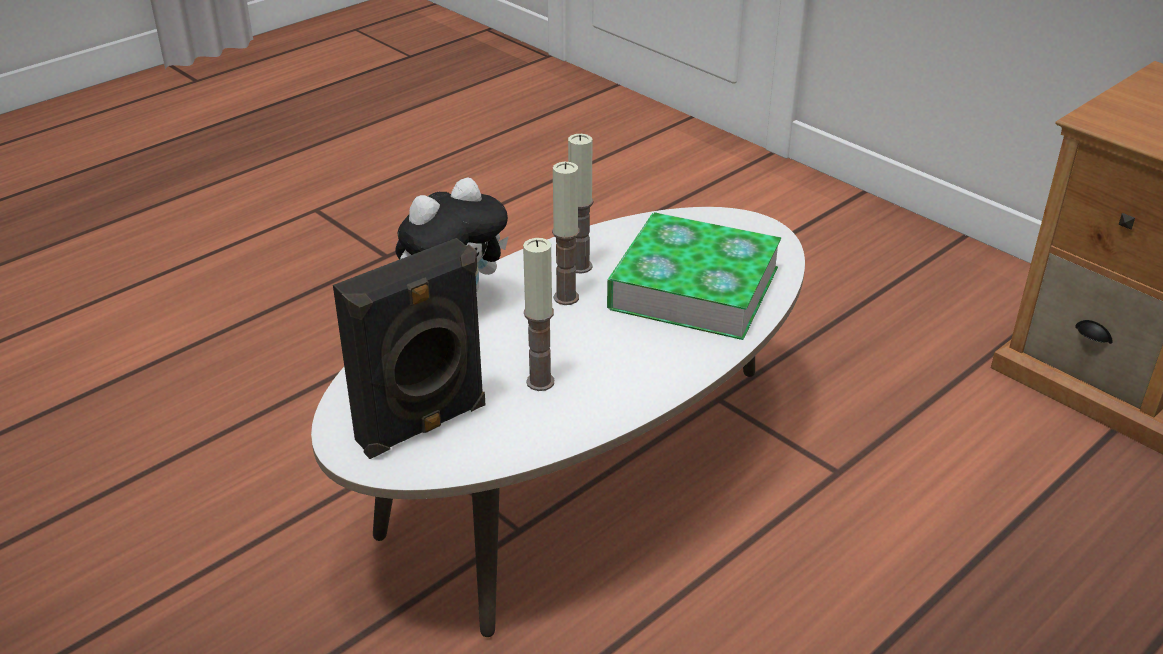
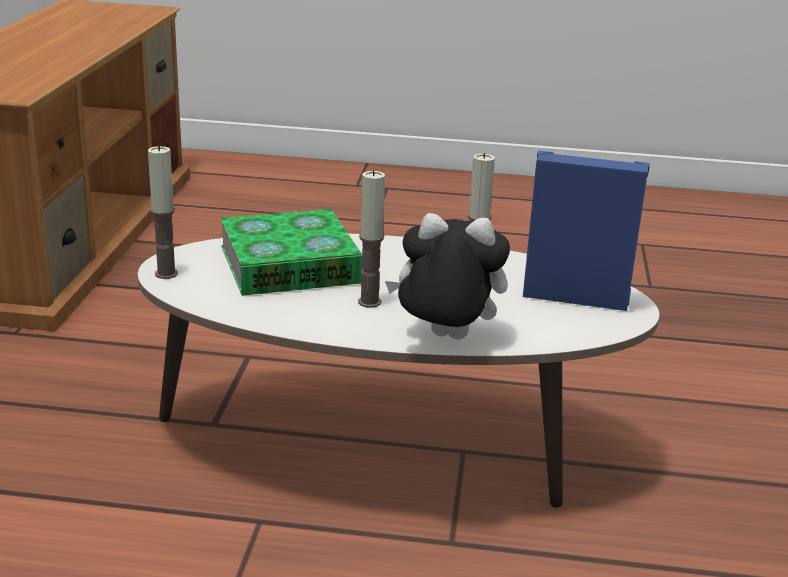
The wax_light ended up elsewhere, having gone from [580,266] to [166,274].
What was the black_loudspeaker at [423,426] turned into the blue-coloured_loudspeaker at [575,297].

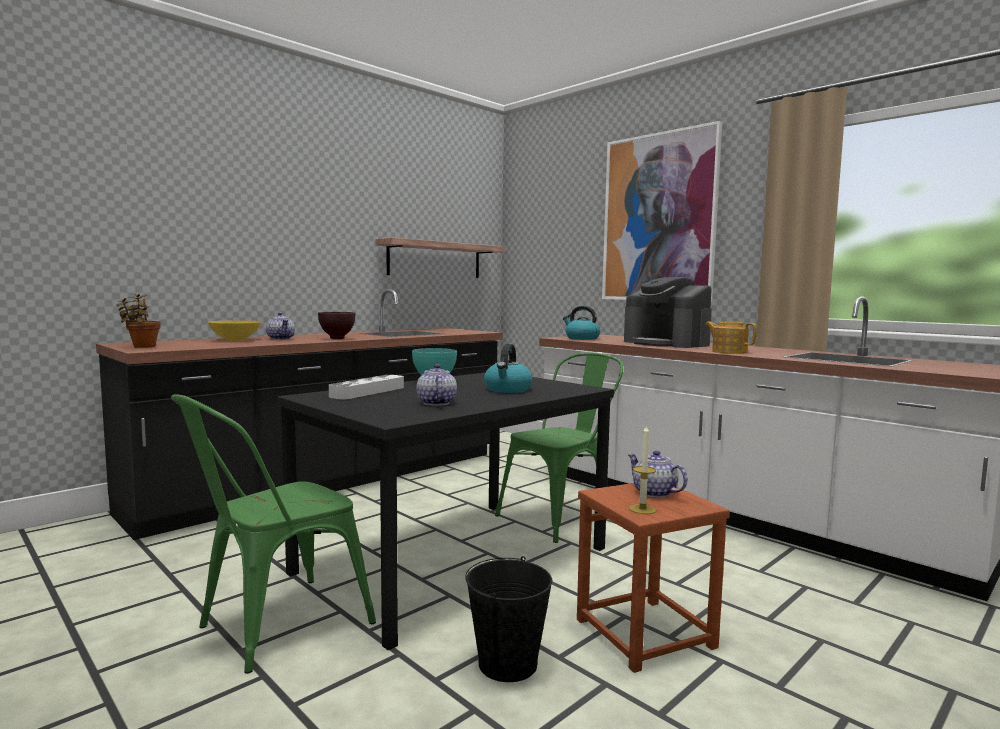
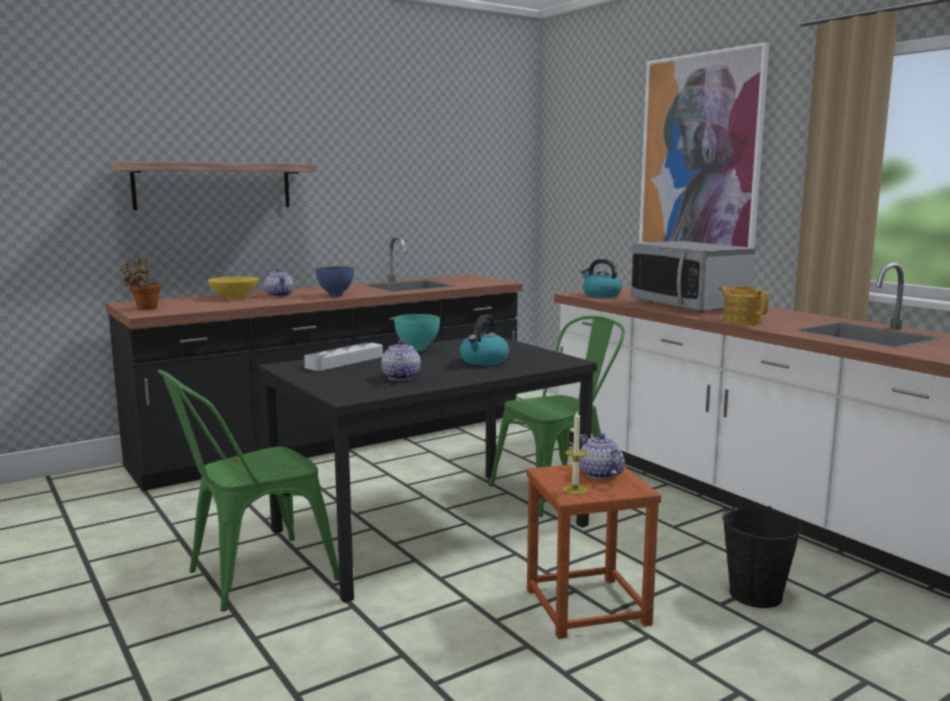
The wall_shelf ended up elsewhere, having gone from [435,260] to [213,186].
The black_water_bucket ended up elsewhere, having gone from [508,663] to [756,595].
Where the coffee_brewer stood at [666,343], the microwave_oven came to stand at [689,305].
What was the brown-coloured_deep_dish at [336,339] turned into the blue-coloured_deep_dish at [335,295].

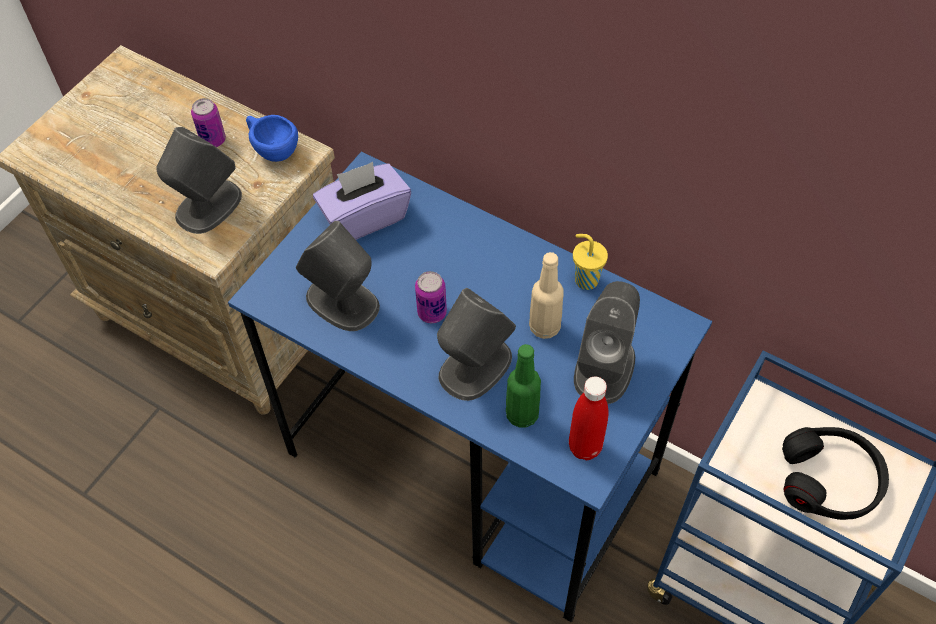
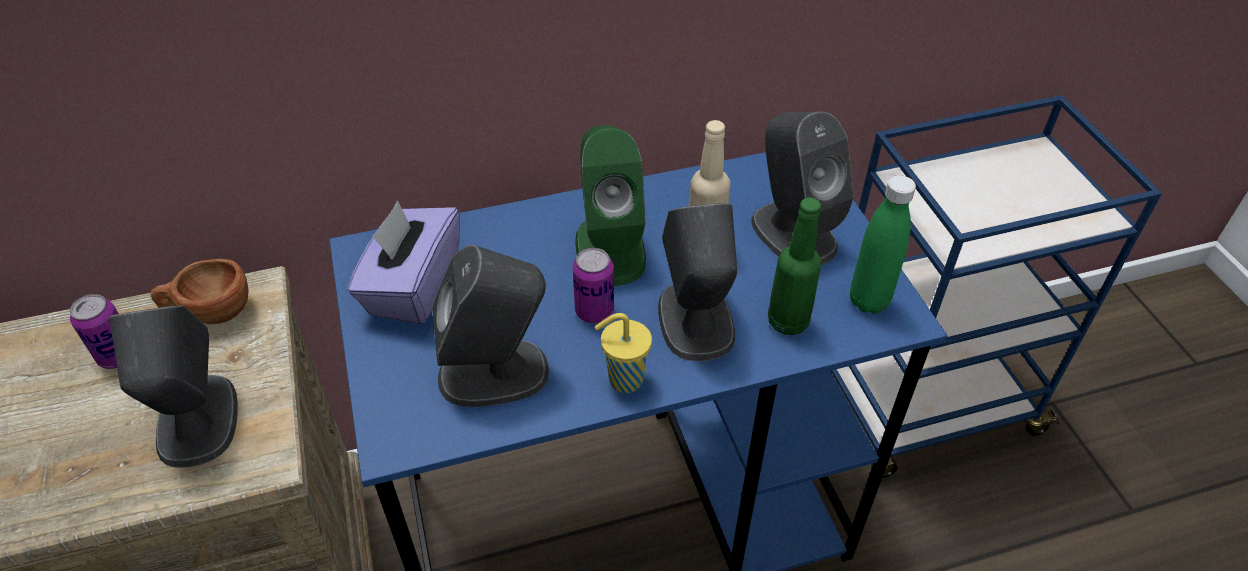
The second view lost the black_headphones at [829,480].
The second view gained the green-coloured_loudspeaker at [610,248].
The yellowish_small_cup ended up elsewhere, having gone from [585,279] to [623,380].
What was the blue-coloured_small_cup at [272,149] turned into the brown-coloured_small_cup at [210,313].
What was the red_beverage_bottle at [585,447] turned into the green-coloured_beverage_bottle at [868,301].

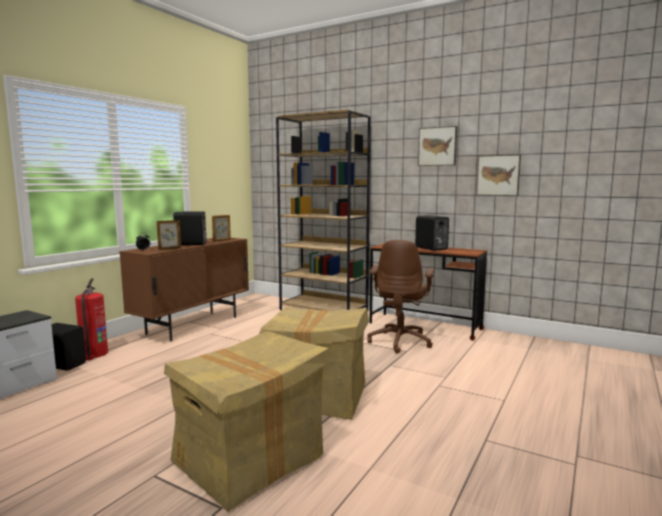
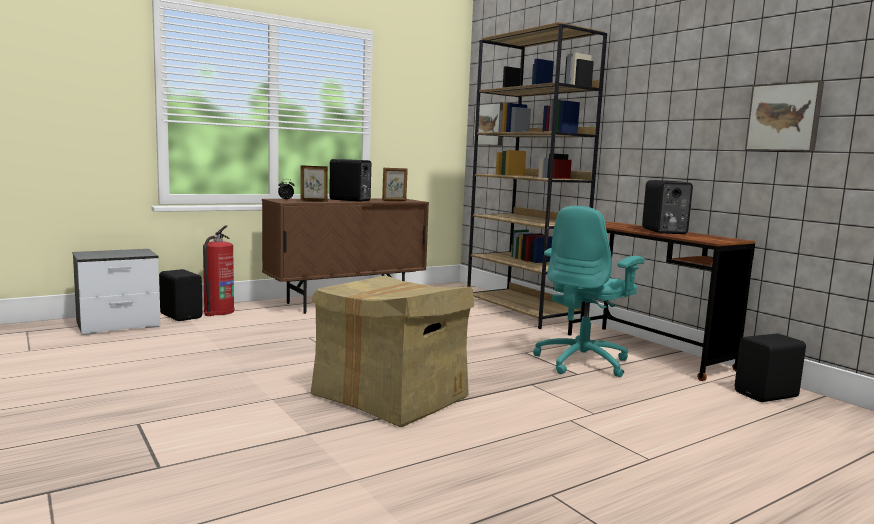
The second view lost the packing_box at [249,459].
The second view gained the black_loudspeaker at [768,395].
The picture ended up elsewhere, having gone from [437,146] to [490,124].
What was the brown-coloured_computer_chair at [400,341] turned into the blue-green_computer_chair at [583,362].

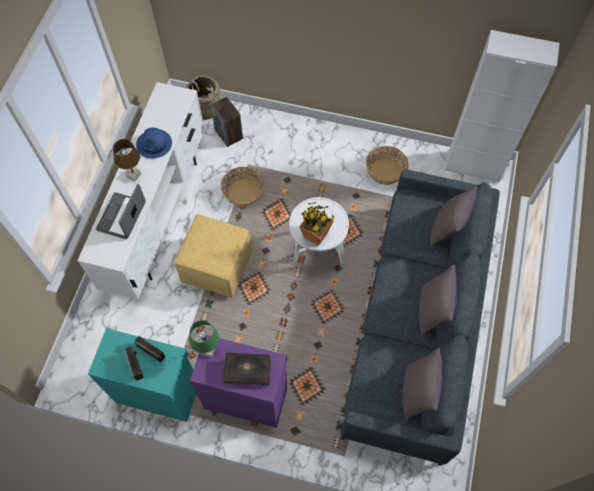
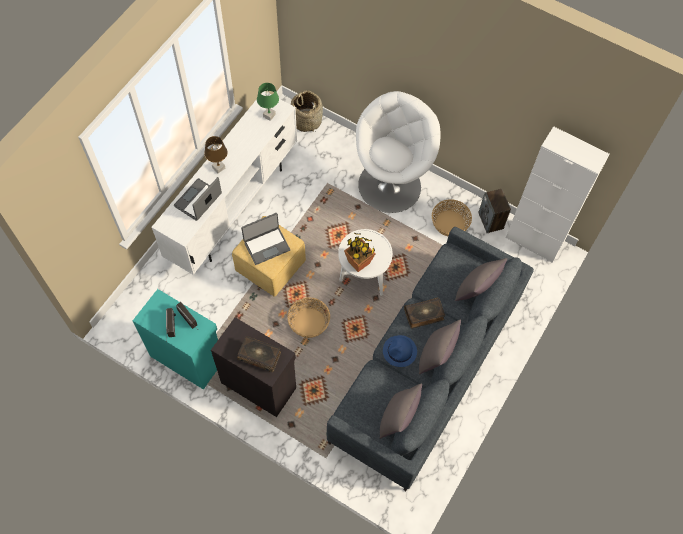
The second view gained the portable_computer at [266,245].
The second view gained the white-coloured_lounge_chair at [390,185].
The second view gained the book at [424,315].
The blue-coloured_wearable_hat ended up elsewhere, having gone from [154,144] to [400,351].
The green-coloured_lamp_for_a_table ended up elsewhere, having gone from [208,350] to [269,115].
The loudspeaker ended up elsewhere, having gone from [229,134] to [491,221].
The household_basket ended up elsewhere, having gone from [243,192] to [308,322].
What was the purple-coloured_cabinet at [245,397] turned into the black_cabinet at [259,384].

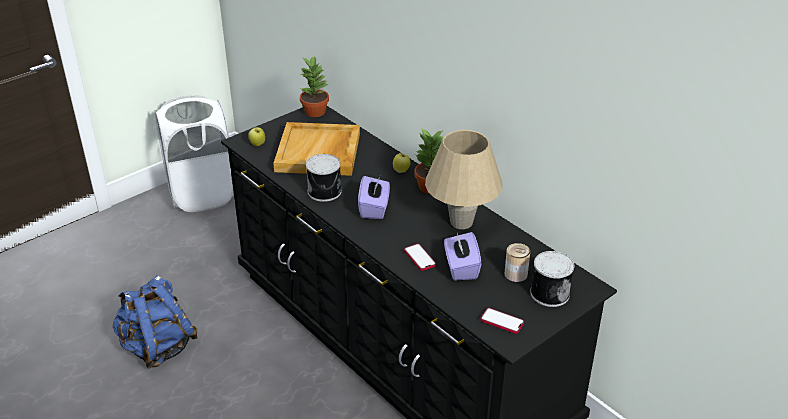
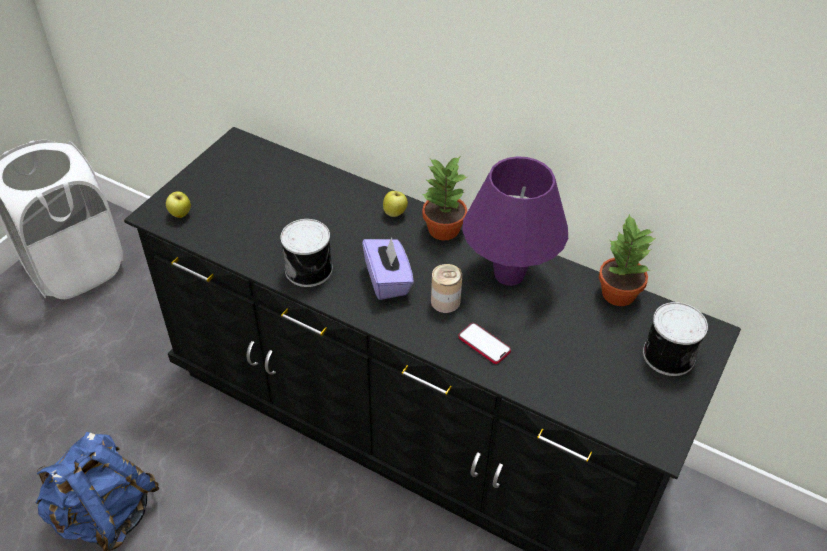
The second view lost the beige-coloured_serving_tray at [319,152].
The second view lost the purple-coloured_box_of_tissues at [461,268].
The second view lost the handset at [502,321].
The houseplant ended up elsewhere, having gone from [315,111] to [617,293].
The metal_can ended up elsewhere, having gone from [516,274] to [445,301].
What was the beige-coloured_lamp_for_a_table at [461,222] turned into the purple-coloured_lamp_for_a_table at [509,274].

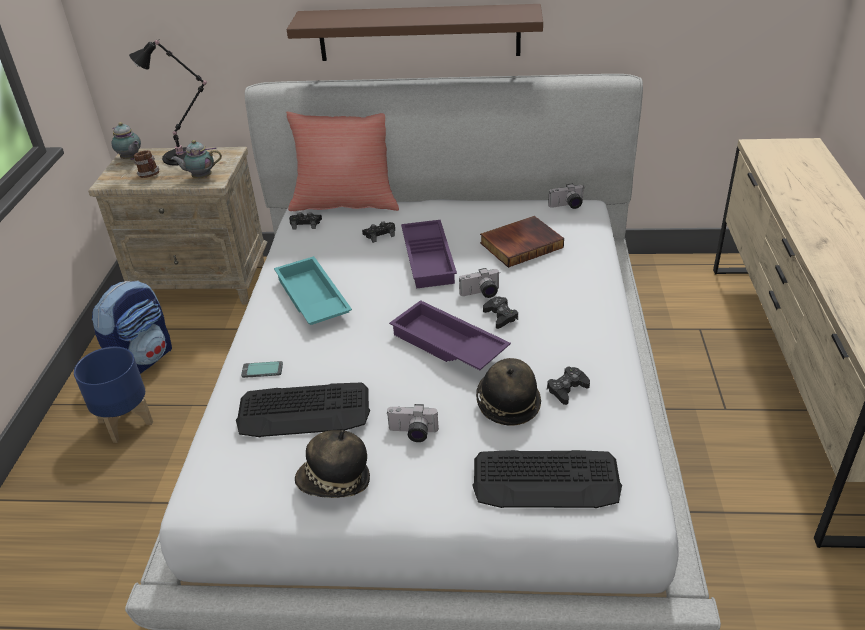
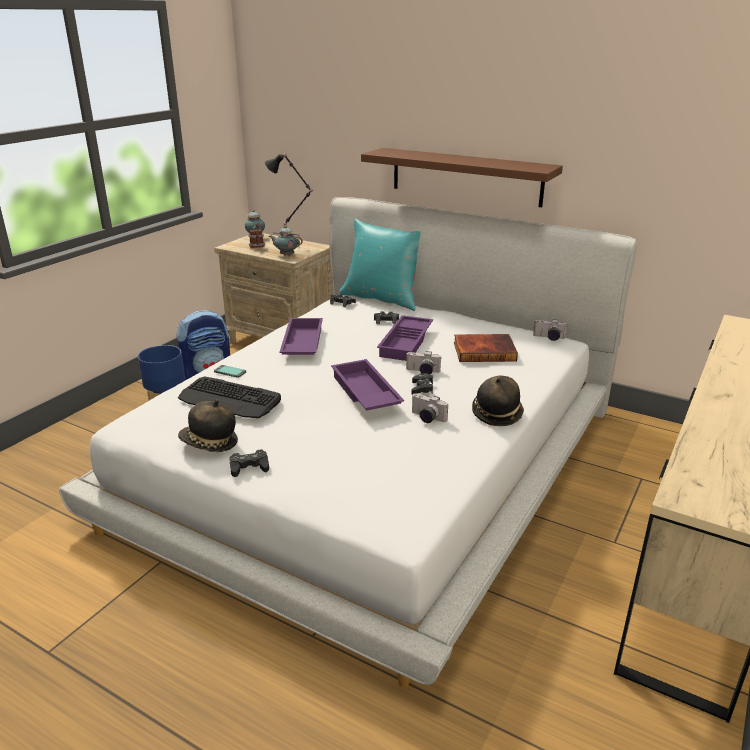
The second view lost the computer_keyboard at [546,480].
The photo_camera ended up elsewhere, having gone from [412,433] to [426,418].
The wearable_hat ended up elsewhere, having gone from [507,403] to [497,413].
The black_gamepad ended up elsewhere, having gone from [567,389] to [249,467].
What was the blue-green_serving_tray at [311,299] turned into the purple-coloured_serving_tray at [301,344].
What was the red_throw_pillow at [346,203] turned into the blue-green_throw_pillow at [382,298].

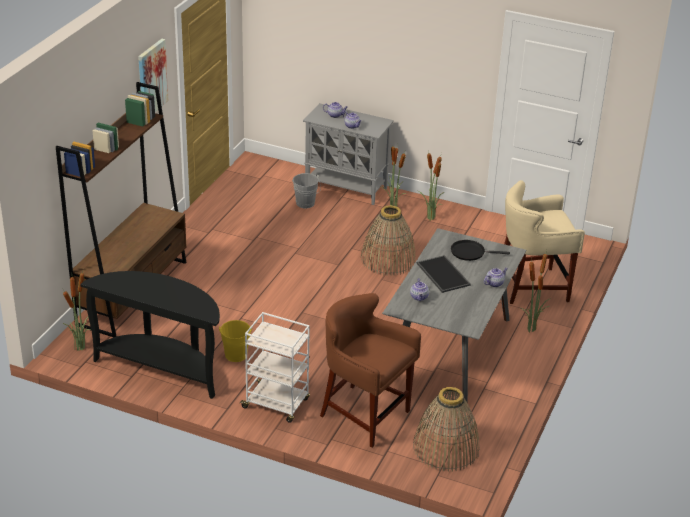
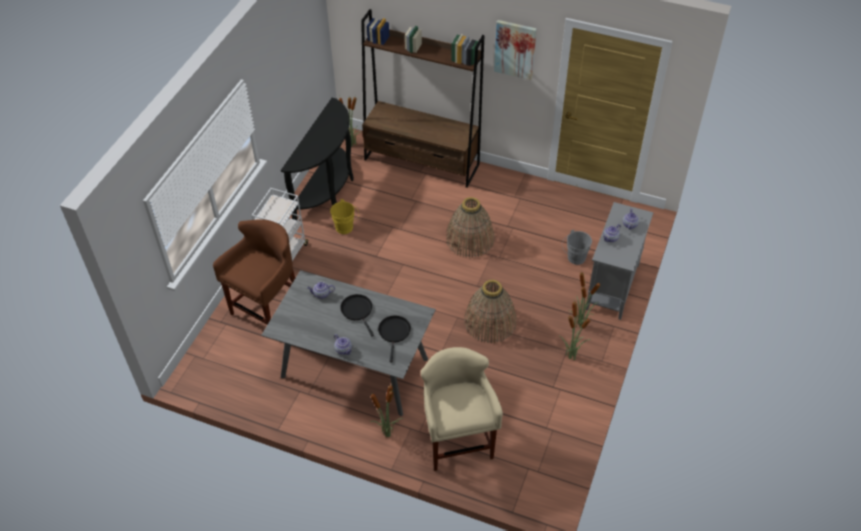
The household_basket ended up elsewhere, having gone from [446,448] to [470,239].
Where the serving_tray stood at [442,274], the black_skillet came to stand at [358,311].

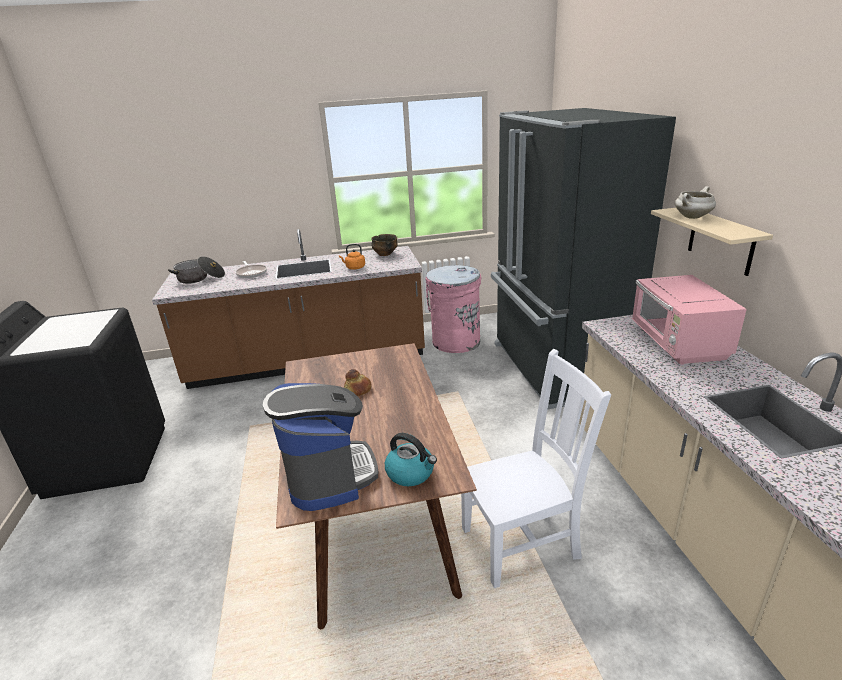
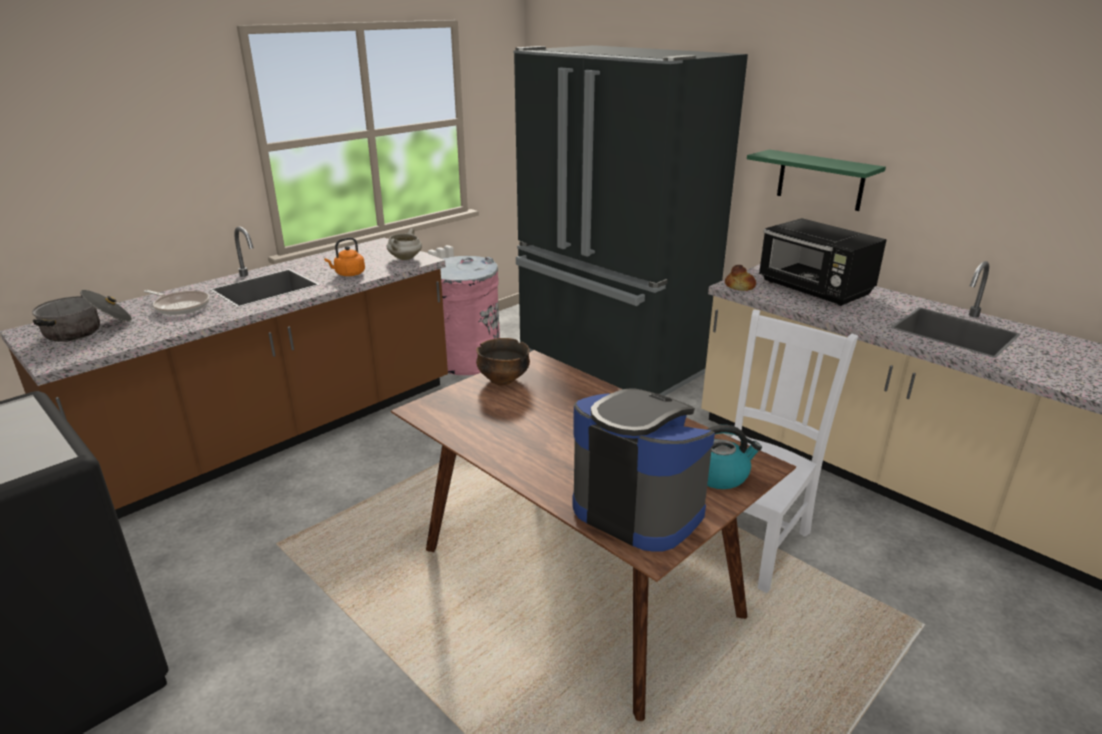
The baked_bread ended up elsewhere, having gone from [358,389] to [740,286].
The deep_dish ended up elsewhere, having gone from [385,254] to [503,380].
The white-coloured_cooking_pot ended up elsewhere, having gone from [692,217] to [405,258].
What was the pink_microwave_oven at [677,344] turned into the black_microwave_oven at [815,289].
What was the beige-coloured_wall_shelf at [721,240] turned into the green-coloured_wall_shelf at [820,180].

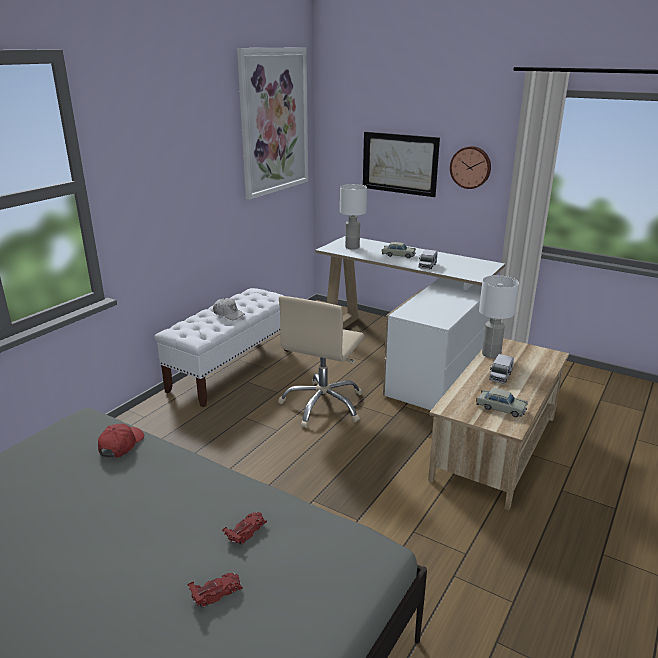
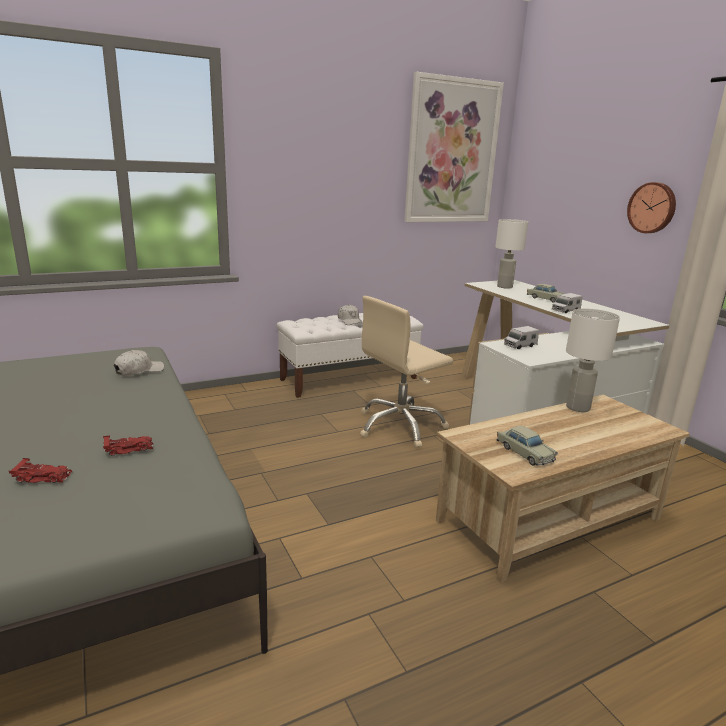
The second view lost the picture at [400,163].
The model_truck ended up elsewhere, having gone from [500,376] to [520,345].
What was the red_peaked_cap at [121,445] turned into the white-coloured_peaked_cap at [139,371].

